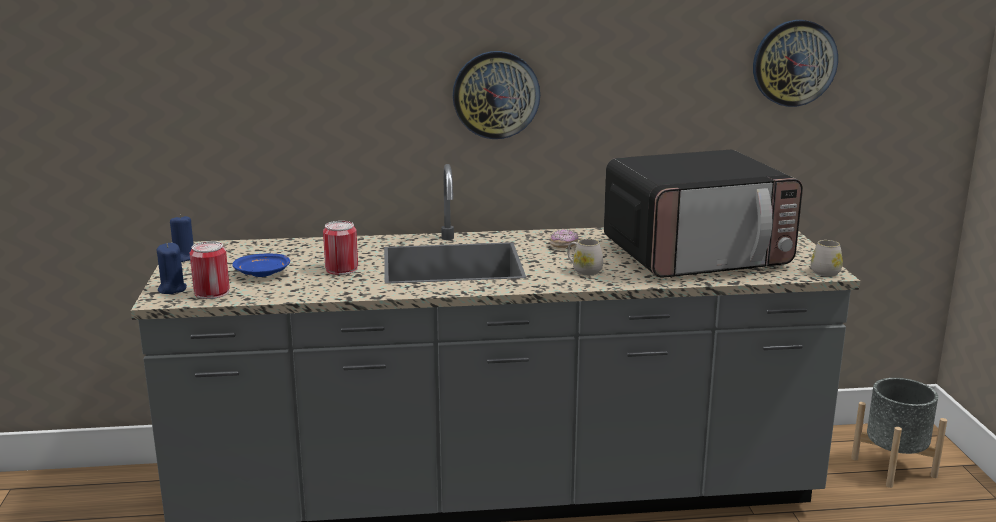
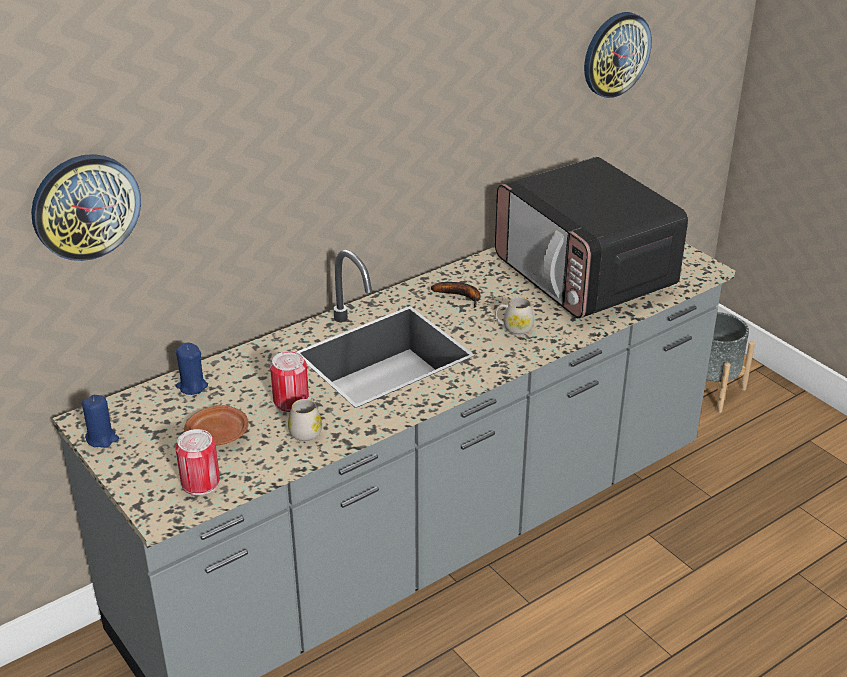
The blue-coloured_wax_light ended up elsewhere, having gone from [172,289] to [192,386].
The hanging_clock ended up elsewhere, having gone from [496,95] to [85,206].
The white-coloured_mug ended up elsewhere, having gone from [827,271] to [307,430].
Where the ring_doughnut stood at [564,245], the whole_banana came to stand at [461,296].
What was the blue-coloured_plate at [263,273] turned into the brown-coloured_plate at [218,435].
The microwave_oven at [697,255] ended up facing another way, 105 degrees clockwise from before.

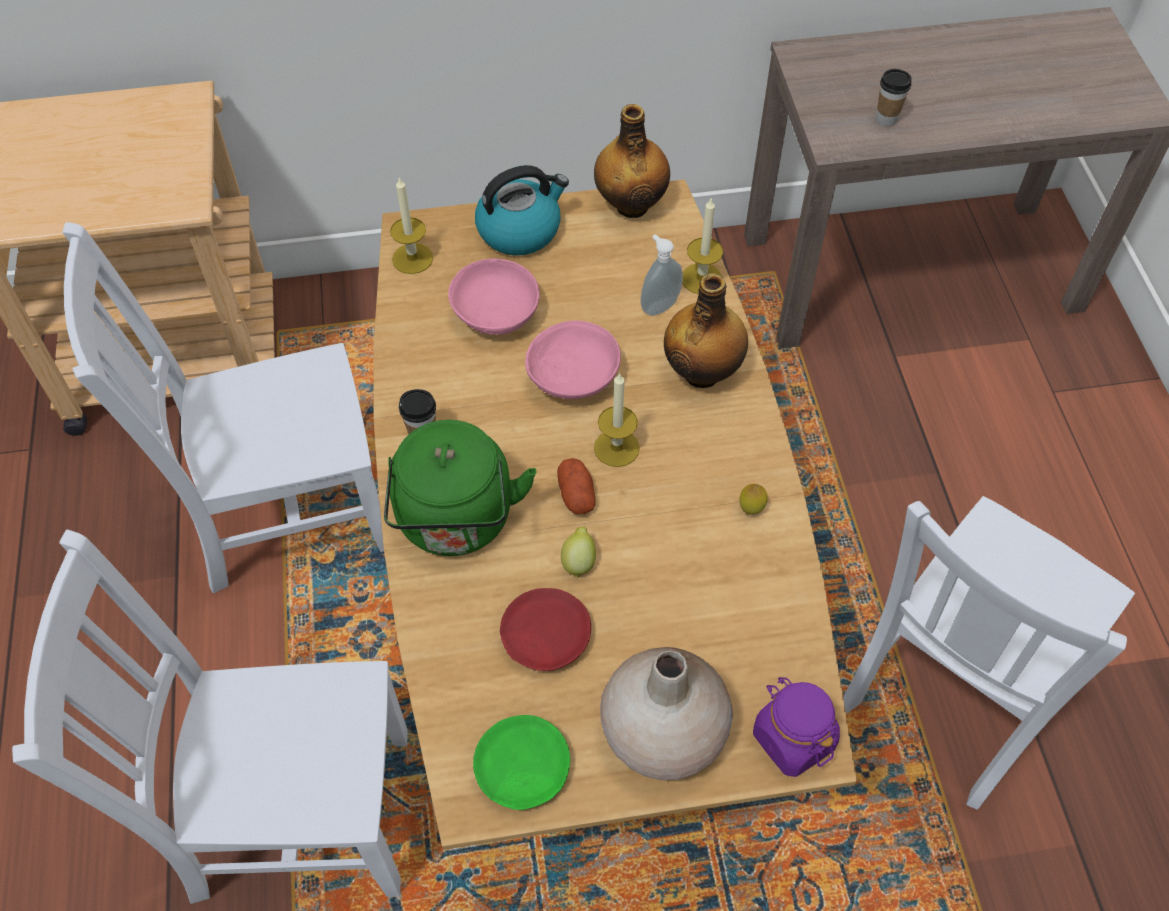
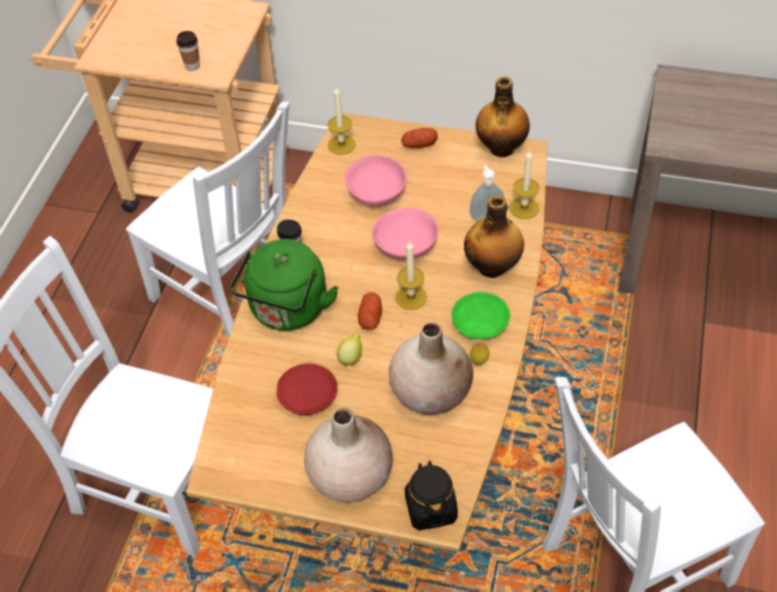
The second view gained the beige-coloured_vase at [431,391].
The green-coloured_plate ended up elsewhere, having gone from [521,768] to [479,322].
The small_cup ended up elsewhere, having gone from [886,119] to [192,66].
Where the kettle stood at [520,230], the spud came to stand at [419,145].
What was the purple-coloured_preserve_jar at [792,738] turned into the black_preserve_jar at [430,508].
The white-coloured_plain_chair at [283,511] ended up facing another way, 150 degrees counterclockwise from before.

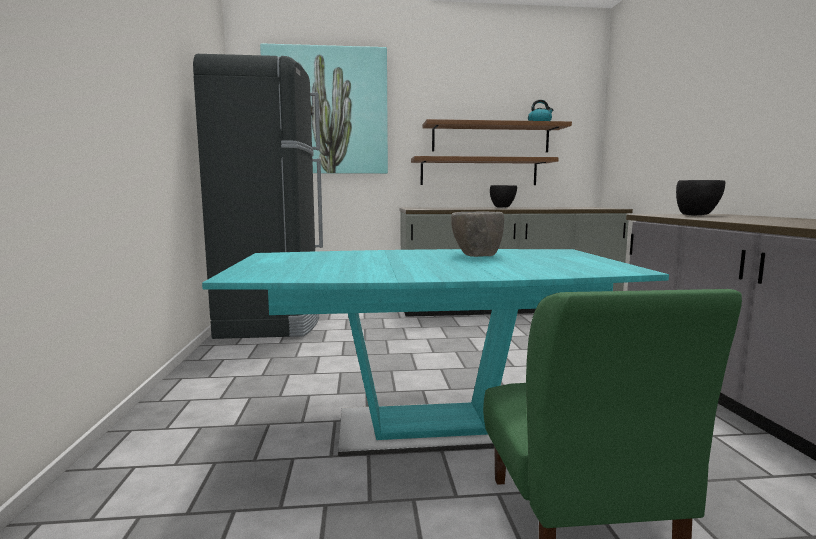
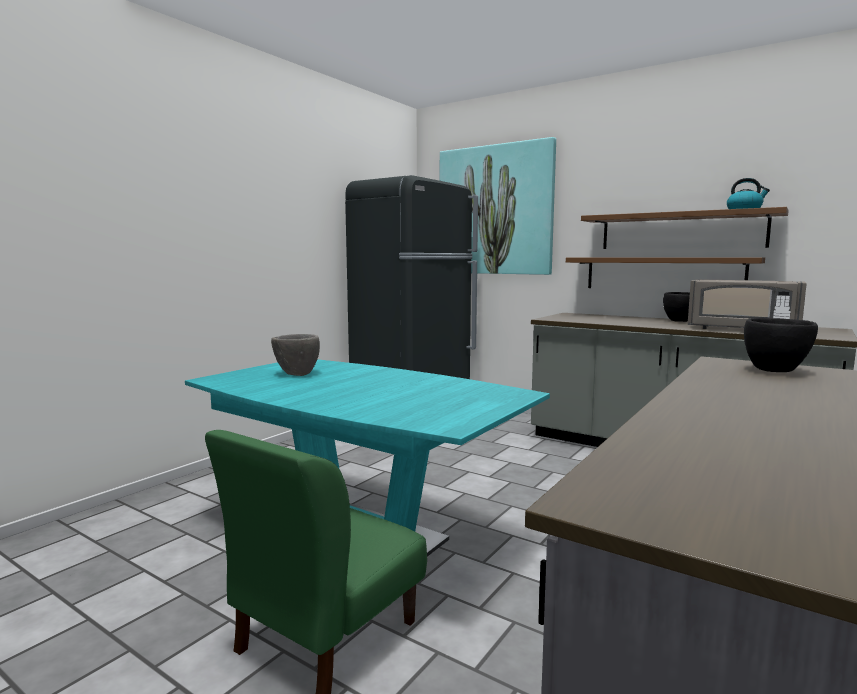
The second view gained the grey_microwave_oven at [742,330].
The grey_deep_dish ended up elsewhere, having gone from [476,256] to [297,374].

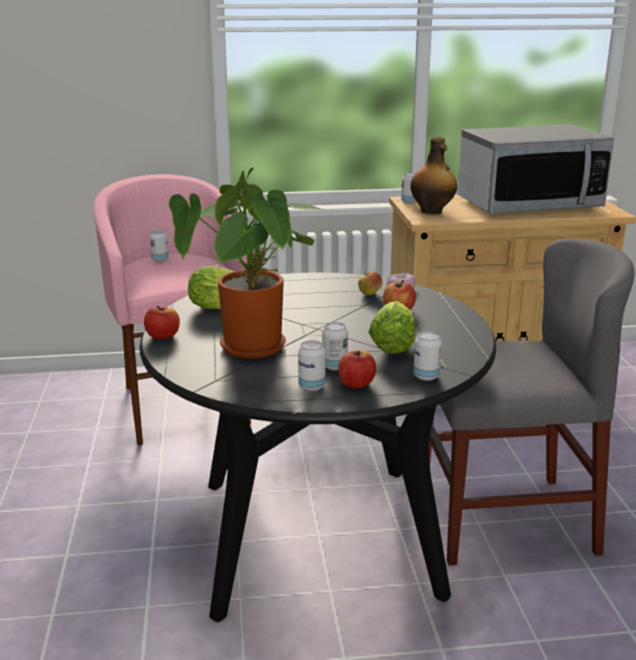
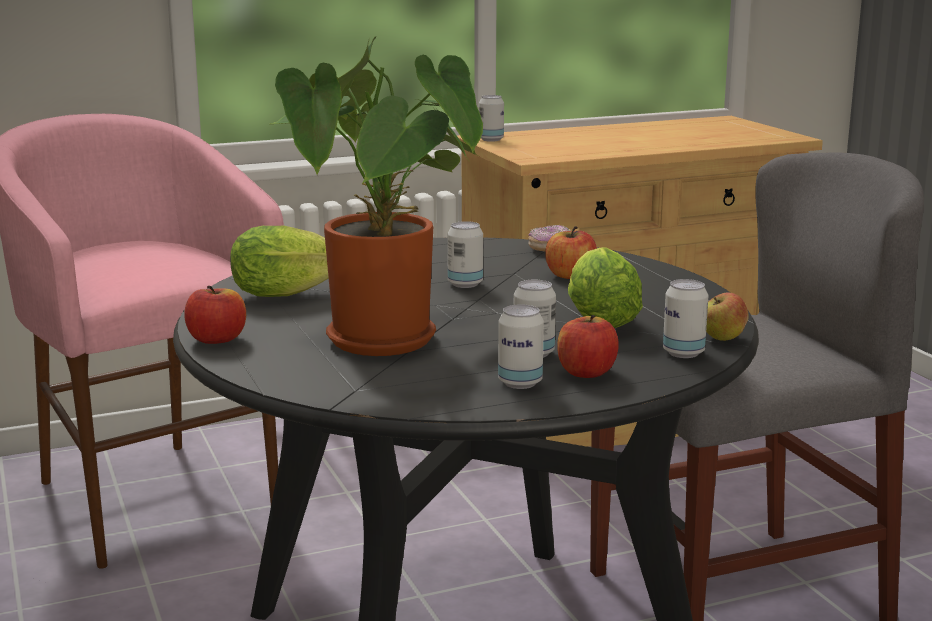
The second view lost the beverage_bottle at [432,211].
The second view lost the microwave_oven at [528,204].
The metal_can ended up elsewhere, having gone from [160,259] to [465,284].
The apple ended up elsewhere, having gone from [370,294] to [723,338].

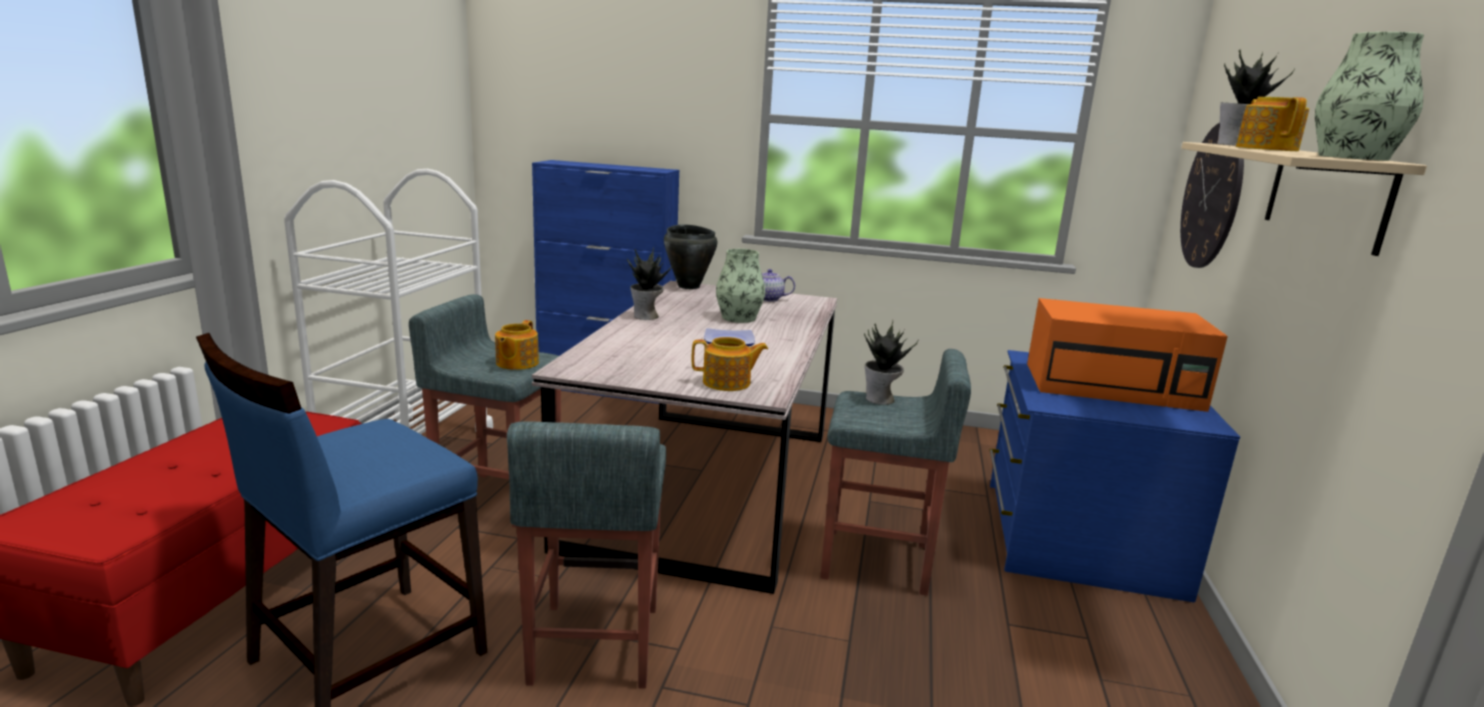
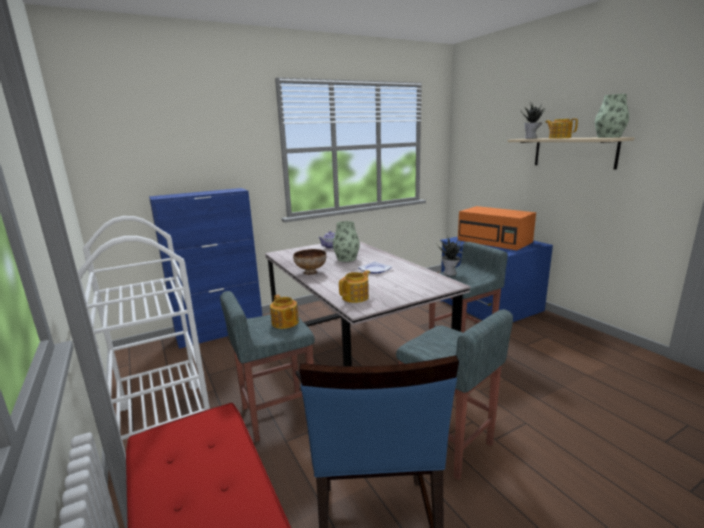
The second view lost the black_cooking_pot at [689,286].
The second view lost the hanging_clock at [1212,196].
The teapot ended up elsewhere, having gone from [727,383] to [356,297].
Where the houseplant stood at [646,317], the deep_dish came to stand at [311,272].
The orange_microwave_oven at [1114,386] ended up facing another way, 75 degrees clockwise from before.

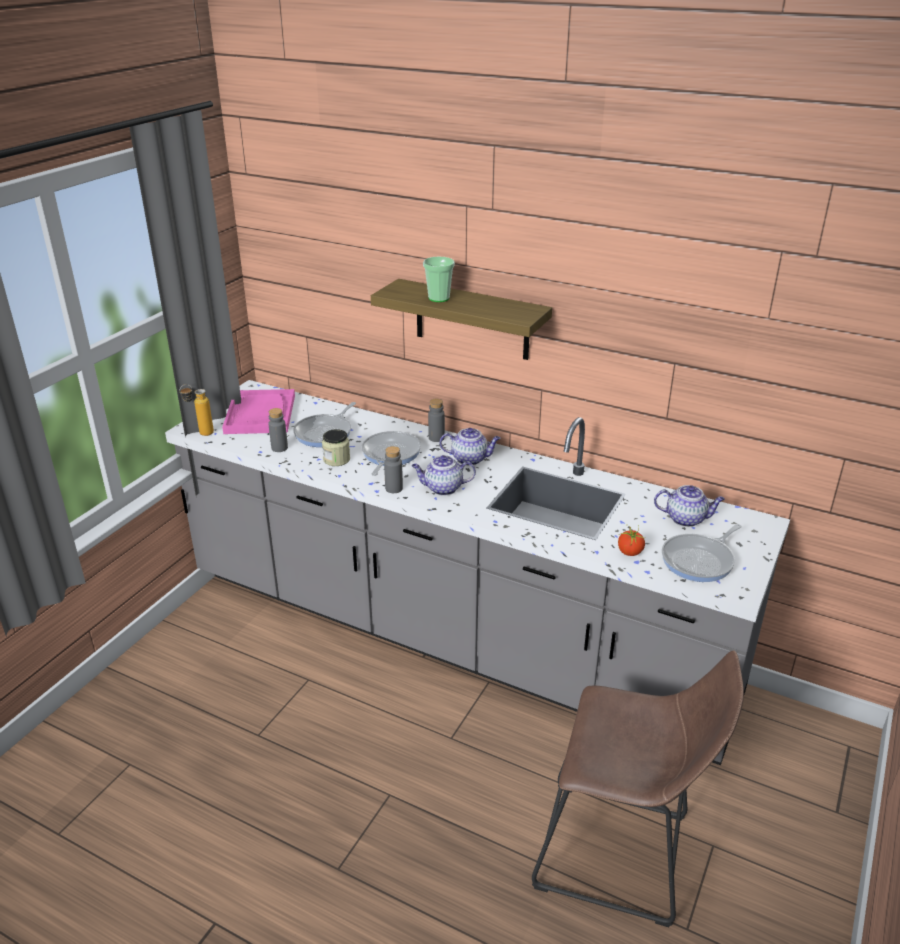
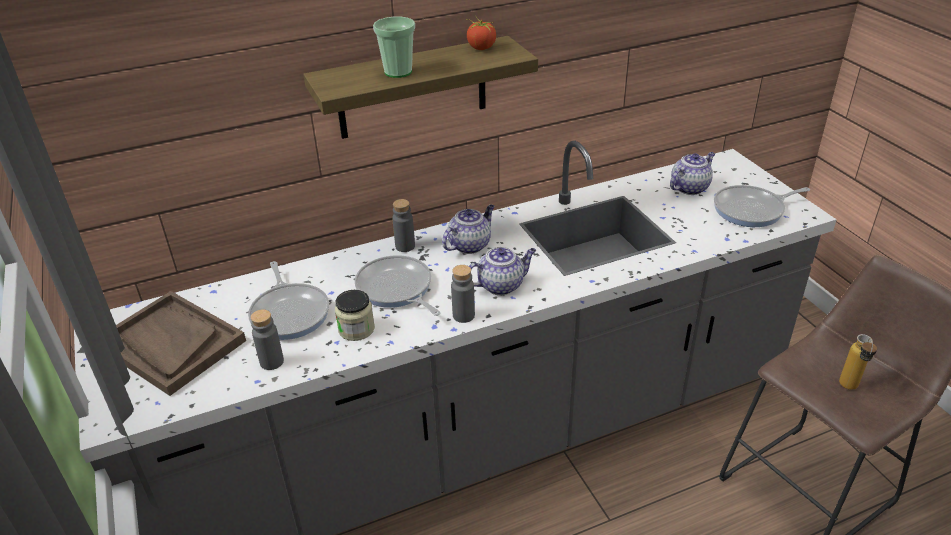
The beverage_bottle ended up elsewhere, having gone from [200,434] to [849,389].
The fresh_tomato ended up elsewhere, having gone from [629,552] to [481,48].
What was the pink_serving_tray at [260,414] turned into the brown-coloured_serving_tray at [171,344].
The teapot at [442,488] ended up facing another way, 150 degrees counterclockwise from before.
The skillet at [700,560] ended up facing another way, 75 degrees clockwise from before.

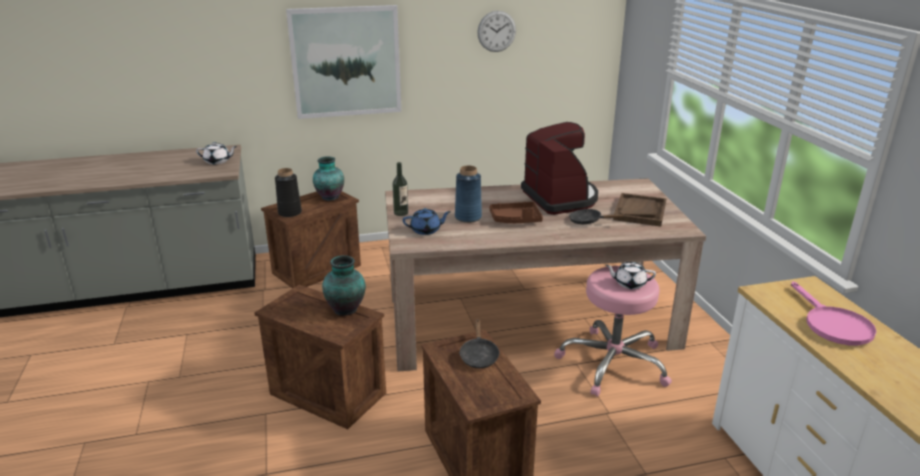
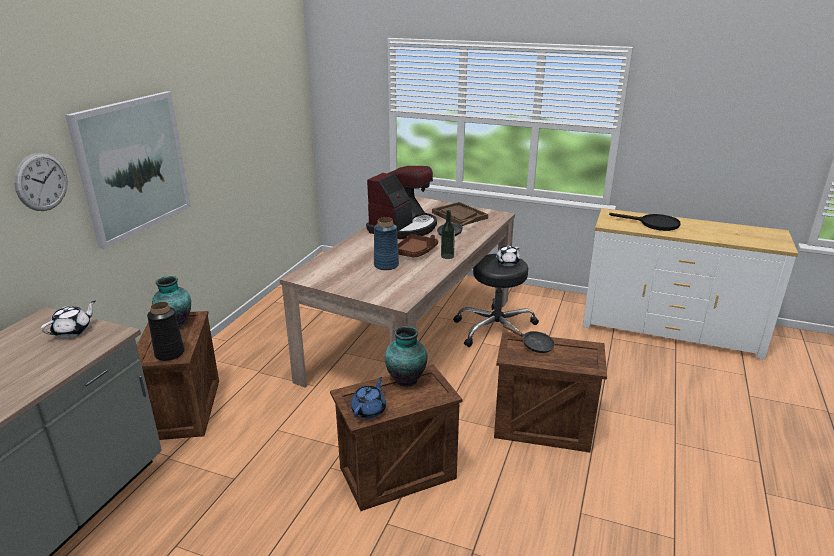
The beverage_bottle ended up elsewhere, having gone from [401,213] to [447,256].
The blue-coloured_teapot ended up elsewhere, having gone from [426,230] to [369,410].
The hanging_clock ended up elsewhere, having gone from [496,31] to [41,182].
What was the pink_stool_seat at [613,363] turned into the black_stool_seat at [495,330].
What was the pink_skillet at [832,324] turned into the black_skillet at [653,224].
The coffee_brewer at [560,198] ended up facing another way, 105 degrees clockwise from before.

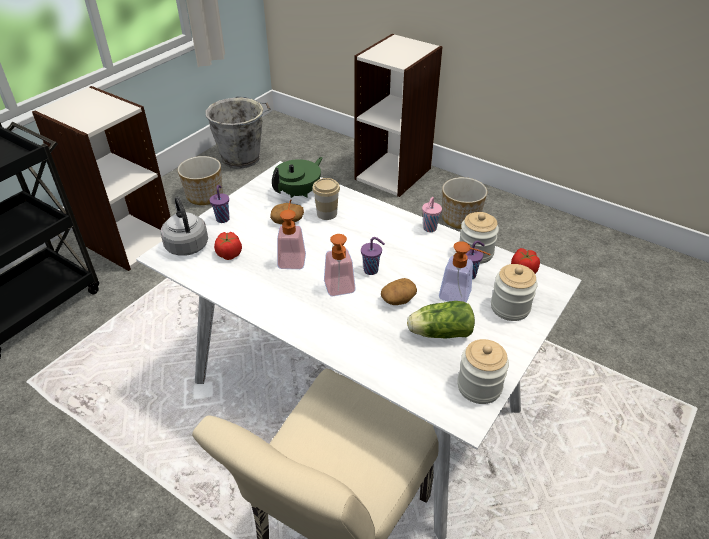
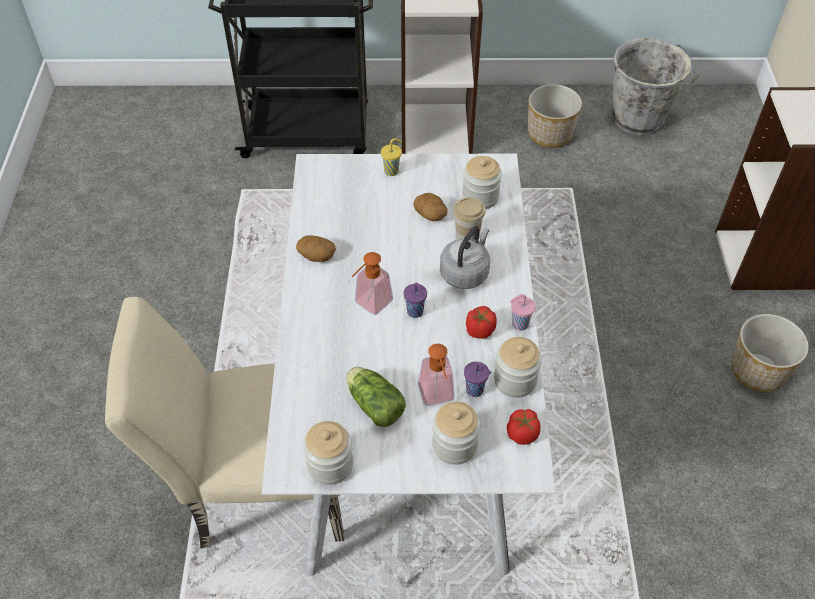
The second view lost the liquid_soap_bottle at [292,257].
The grey_kettle ended up elsewhere, having gone from [186,244] to [465,272].
The fresh_tomato ended up elsewhere, having gone from [229,254] to [479,330].
The spud ended up elsewhere, having gone from [398,299] to [316,255].
Where the green-coloured_teapot stood at [299,192], the preserve_jar came to stand at [480,197].
What was the purple-coloured_small_cup at [223,218] turned into the yellowish_small_cup at [392,171].

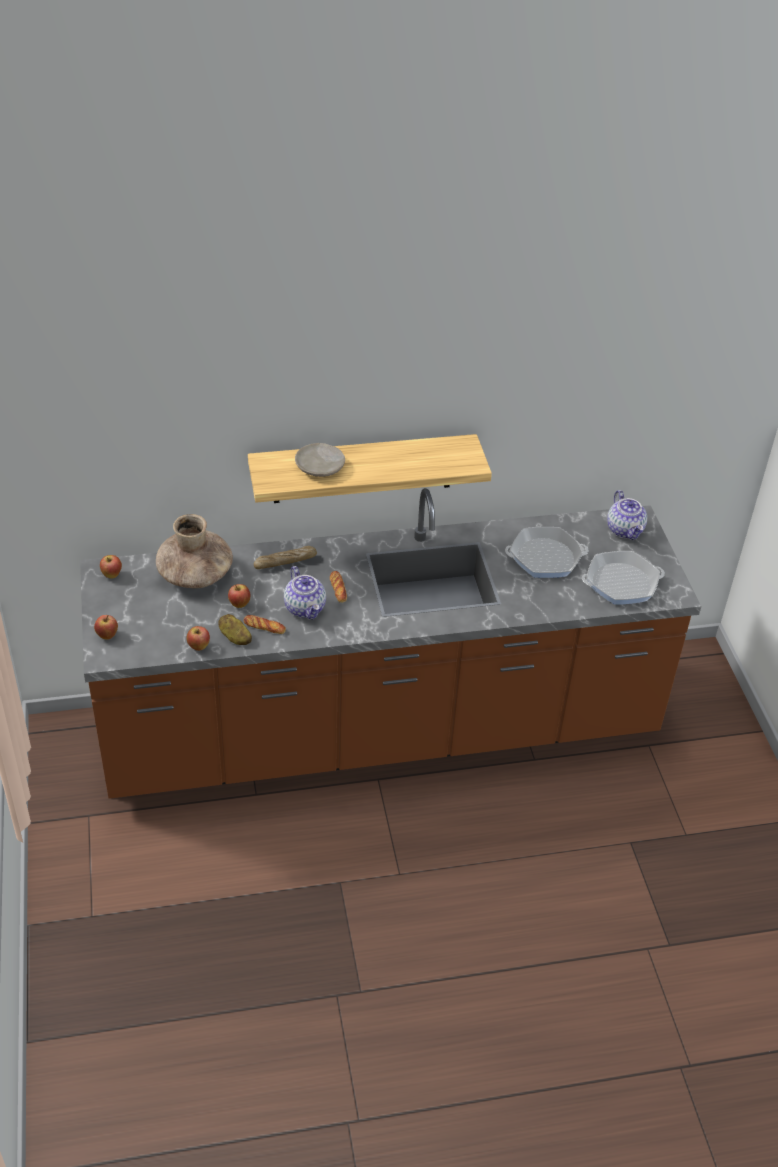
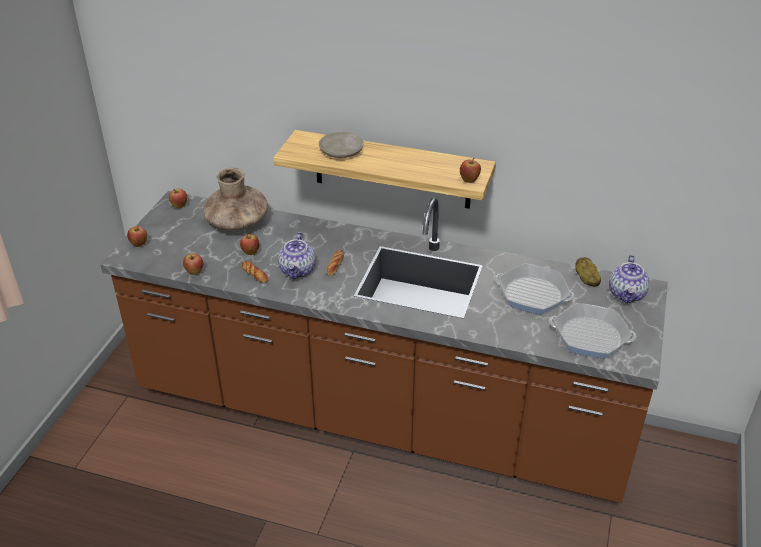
The second view lost the baked_bread at [285,562].
The second view gained the apple at [469,180].
The spud ended up elsewhere, having gone from [235,638] to [586,279].

